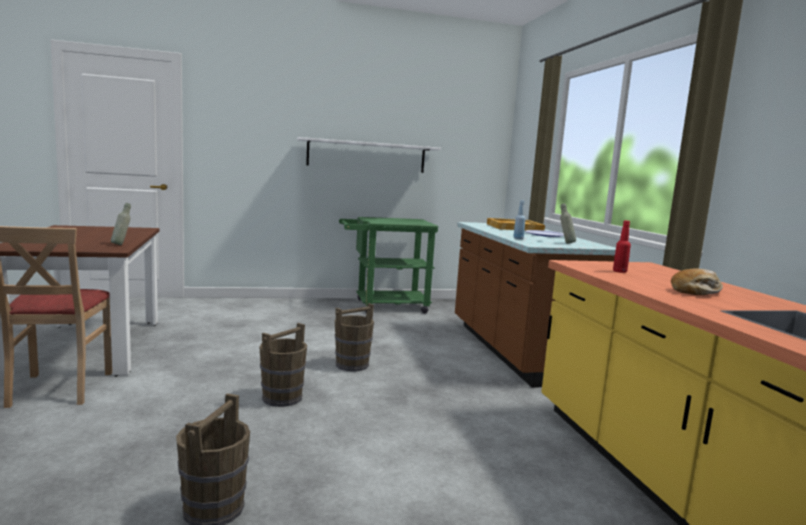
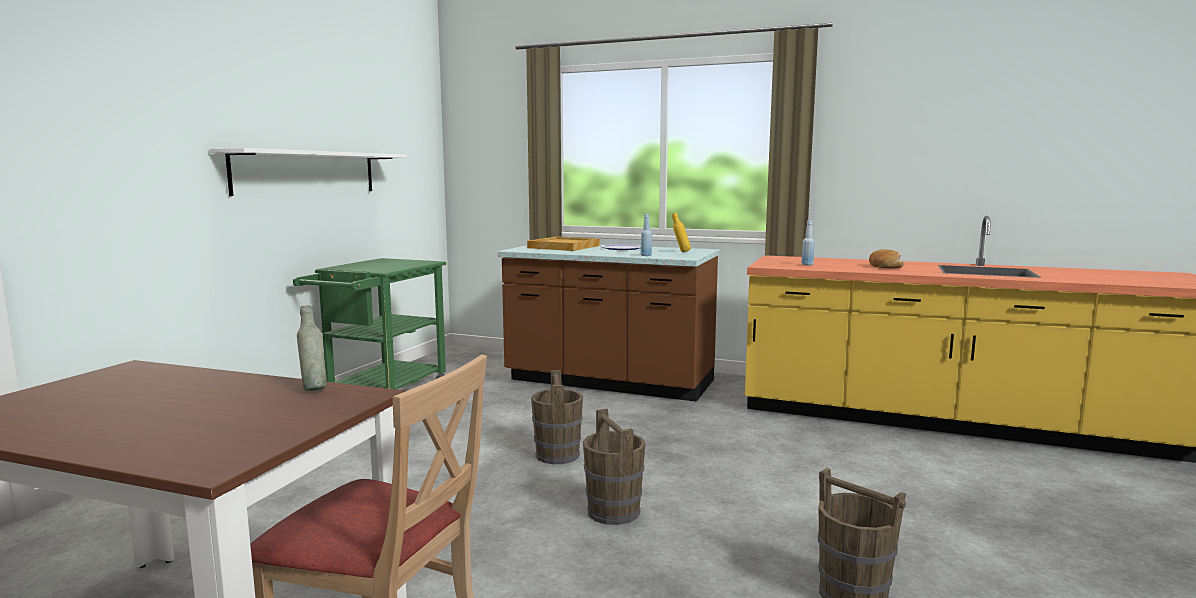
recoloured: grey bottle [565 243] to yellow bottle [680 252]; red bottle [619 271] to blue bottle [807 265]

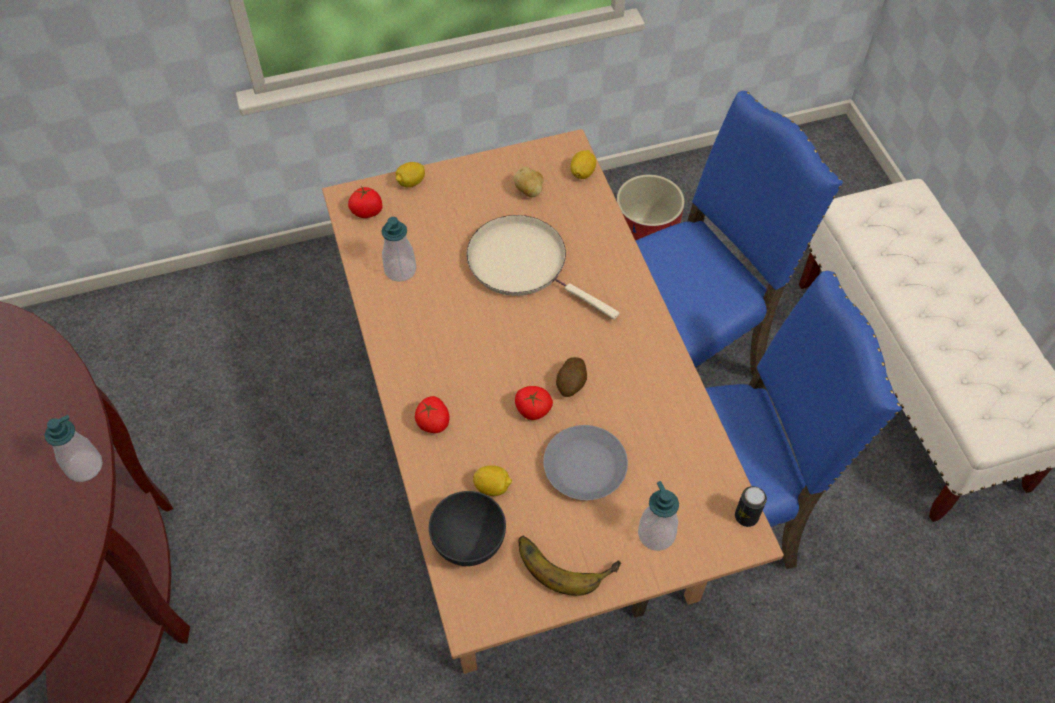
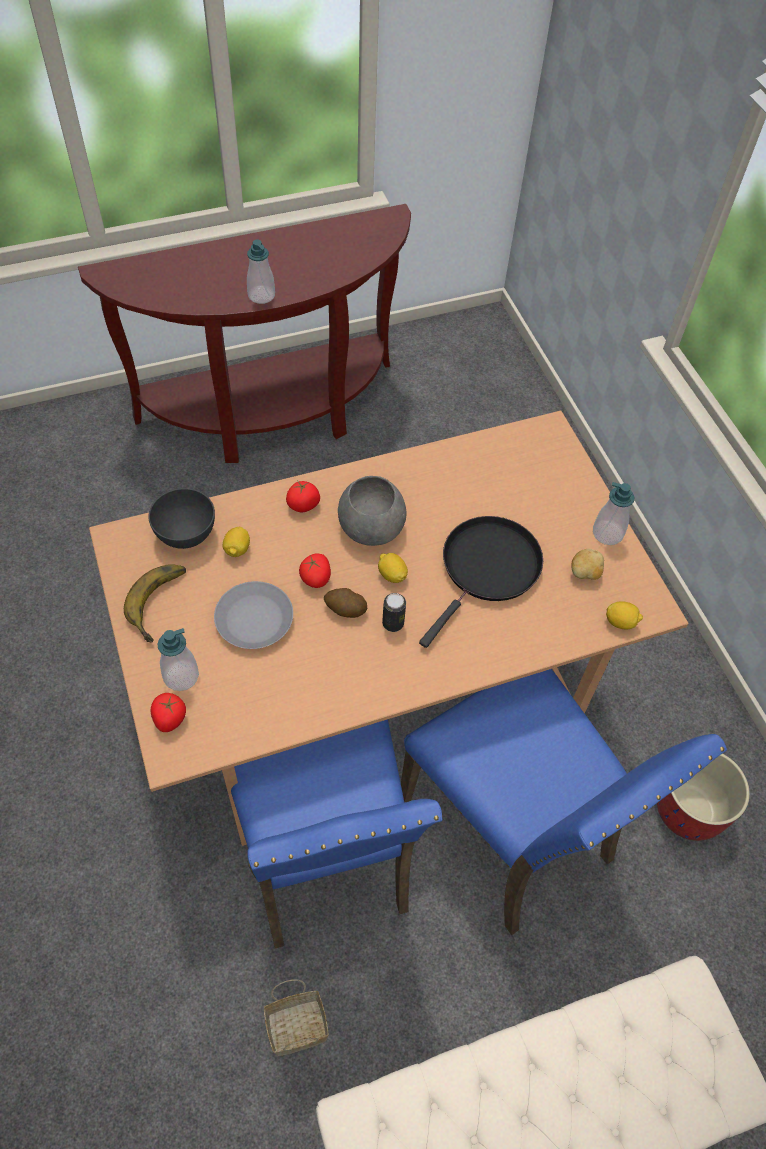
added: grey bowl [371 527]; basket [295 1029]
moved: lemon [411 182] to [392 575]; tomato [367 211] to [170 719]; soap dispenser [400 270] to [607 533]; can [746 516] to [393 623]
recoloured: beige frying pan [523 264] to black frying pan [487 569]

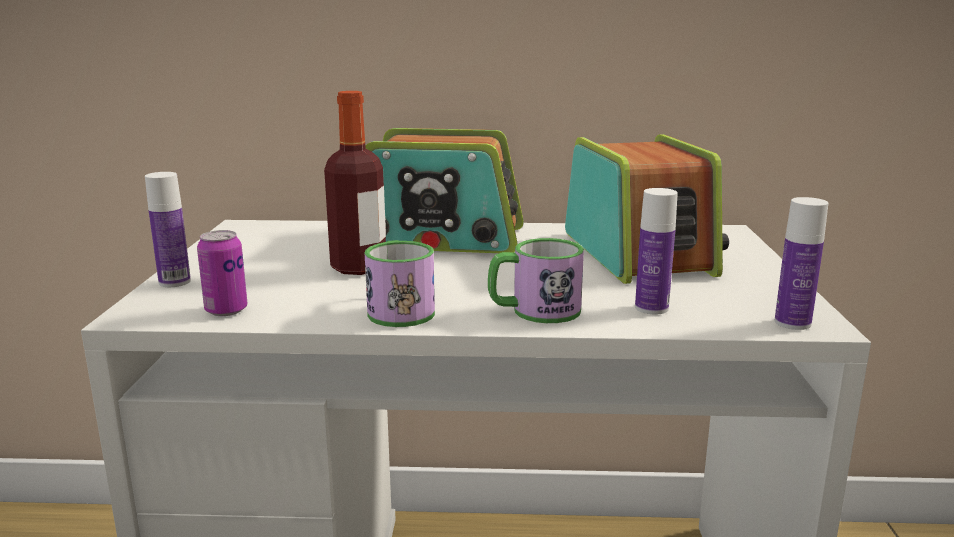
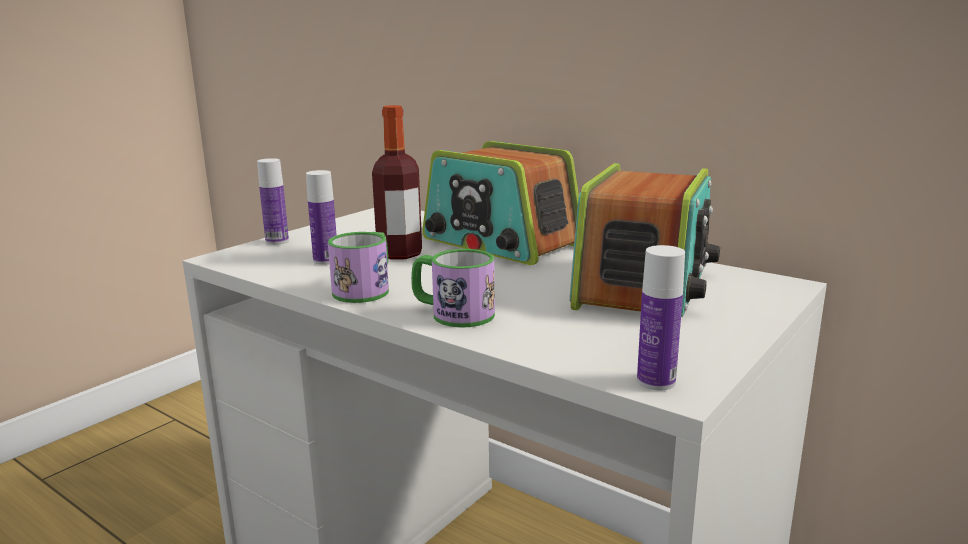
removed: can [226 310]
moved: bottle [651 308] to [325 260]

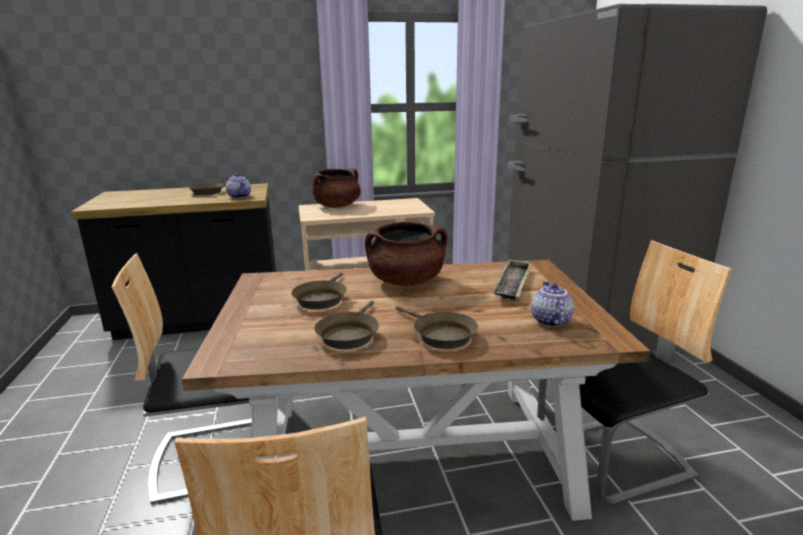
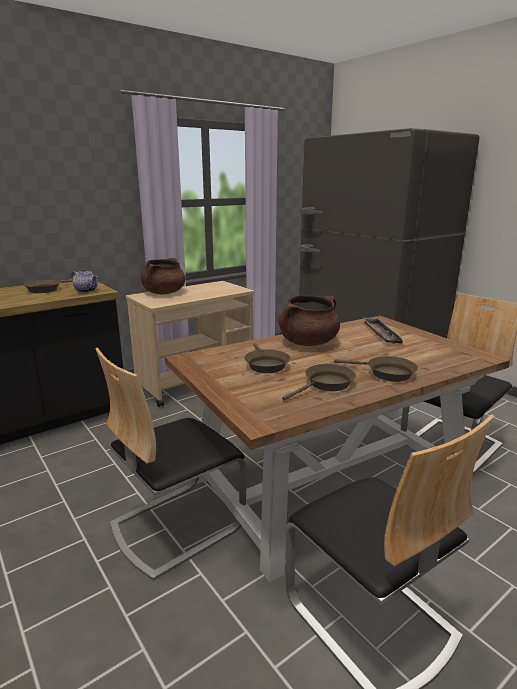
removed: teapot [549 321]
turned: brown frying pan [349 334] = [326 385] 120 degrees counterclockwise

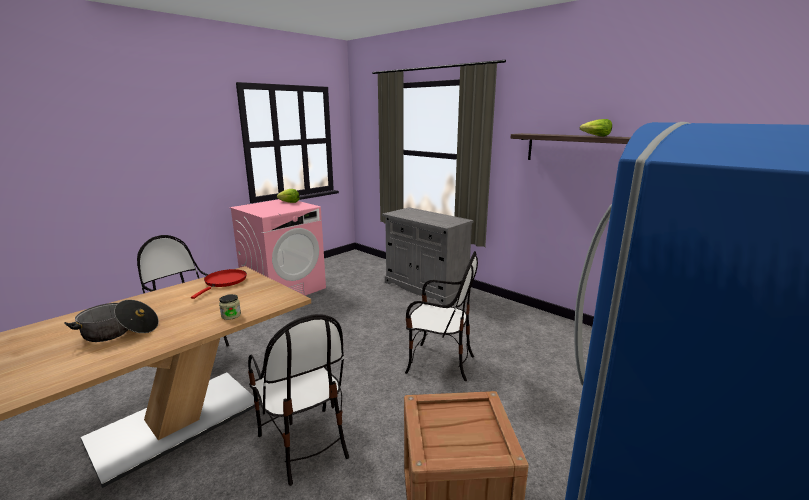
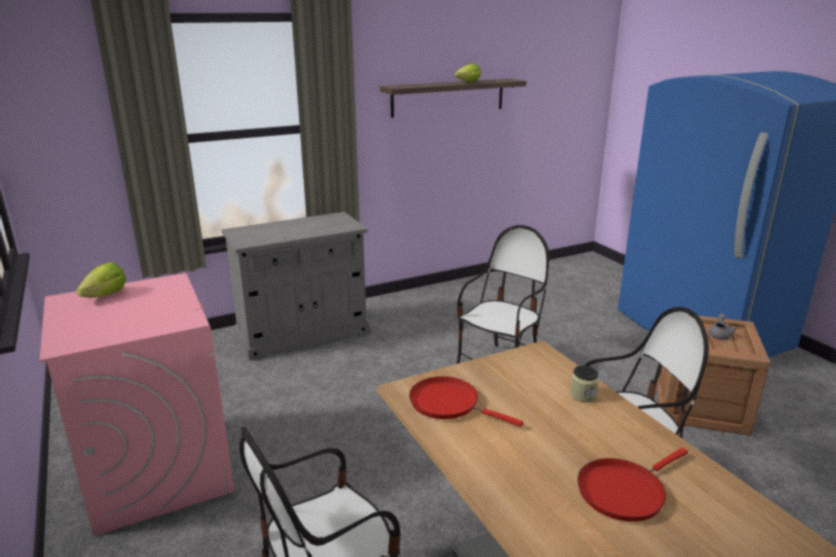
added: grey teapot [720 334]
replaced: cooking pot [119 332] to red frying pan [624 491]

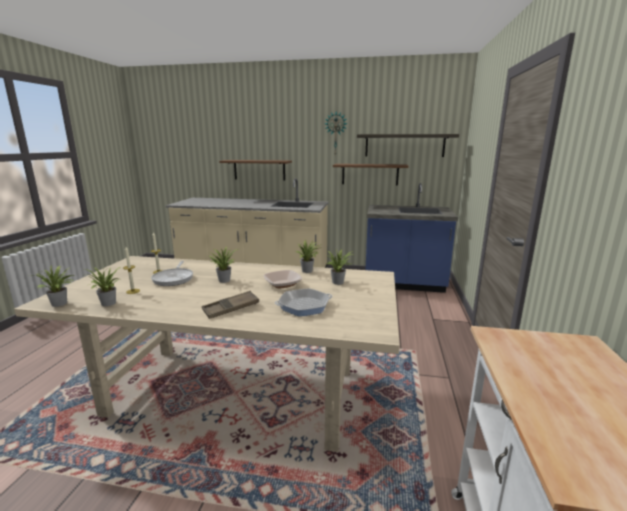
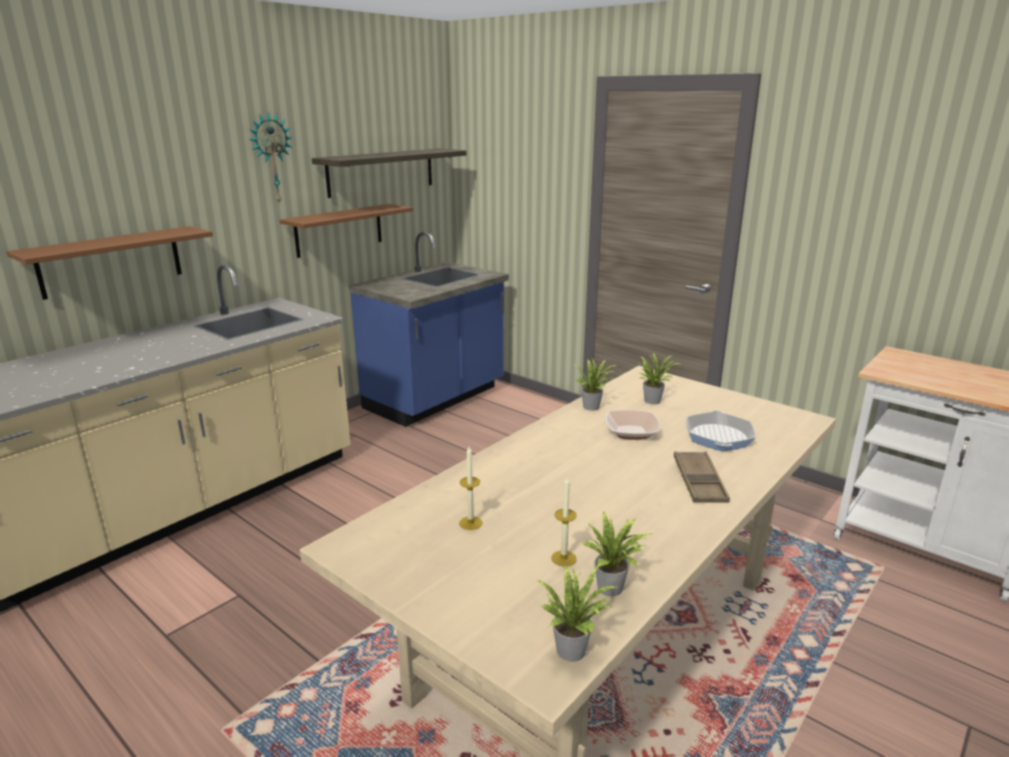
removed: potted plant [224 280]; frying pan [174 278]

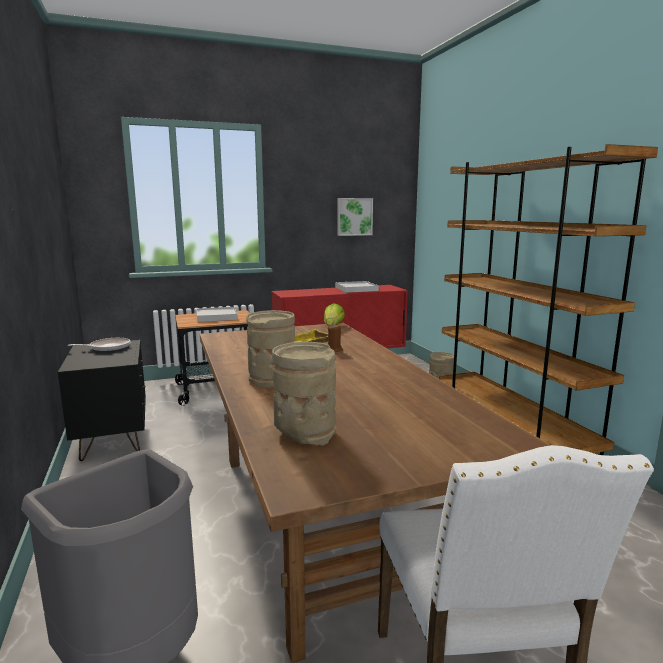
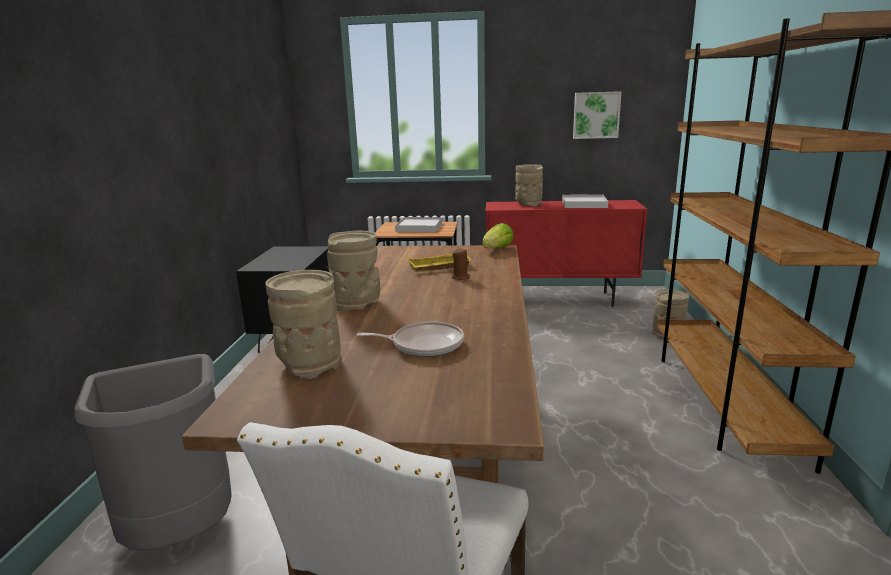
added: beige vase [528 204]
moved: frying pan [108 348] to [424 345]

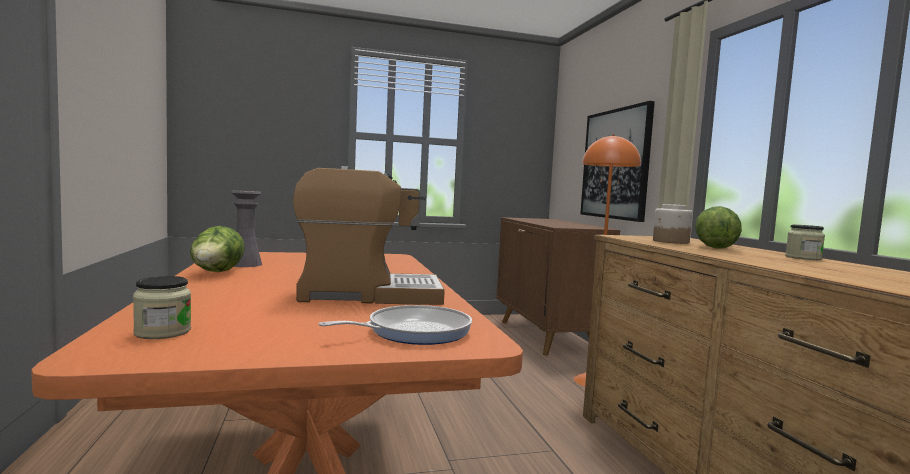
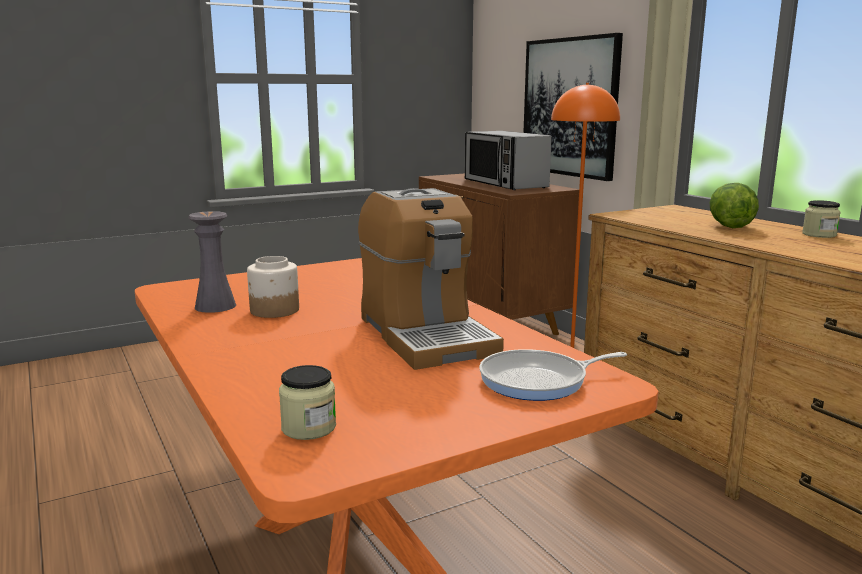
removed: lettuce [217 273]
added: microwave [504 184]
moved: jar [670 241] to [274 311]
turned: coffee machine [368 294] = [425 335] 90 degrees clockwise; frying pan [413 331] = [539 381] 150 degrees counterclockwise

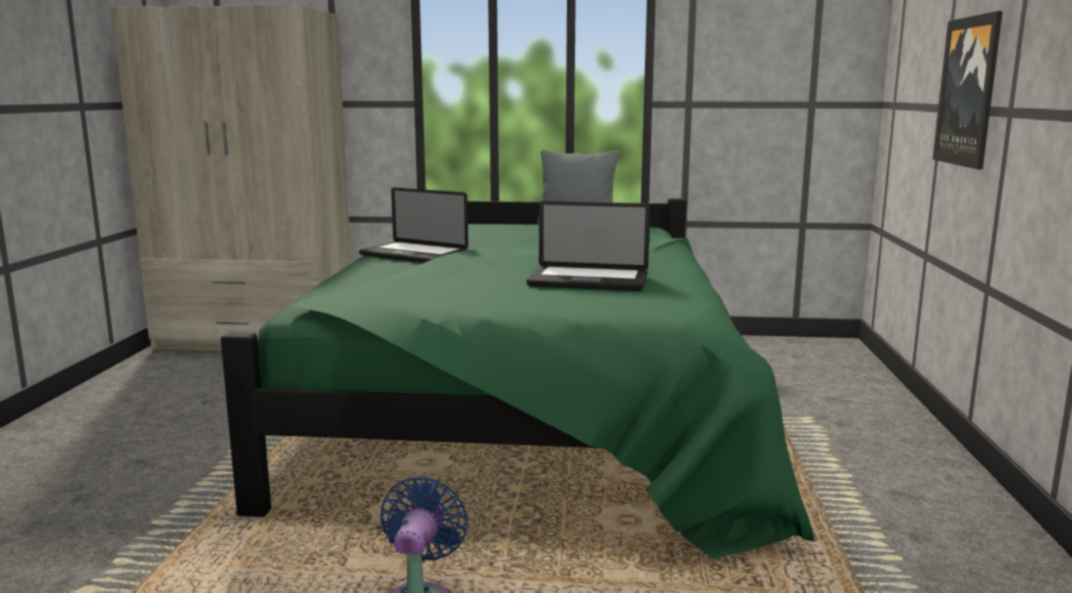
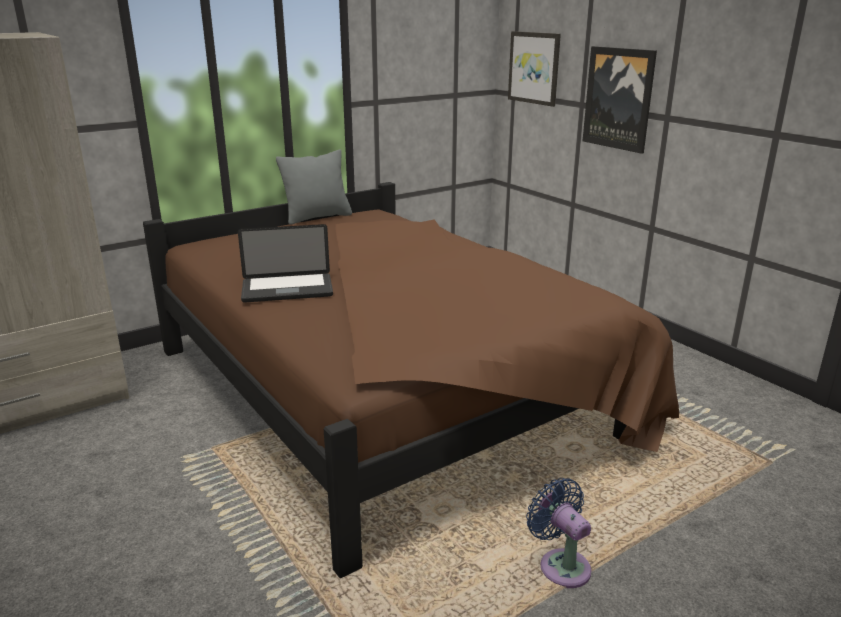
removed: laptop [588 281]
added: picture [534 68]
recoloured: green bed [531 412] to brown bed [393 390]

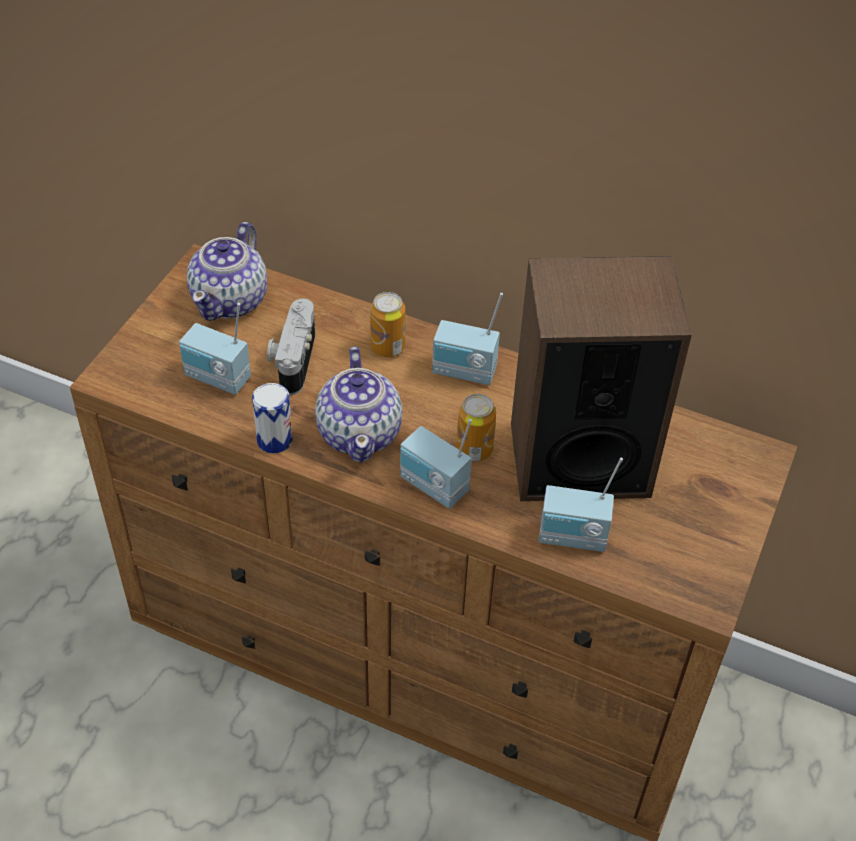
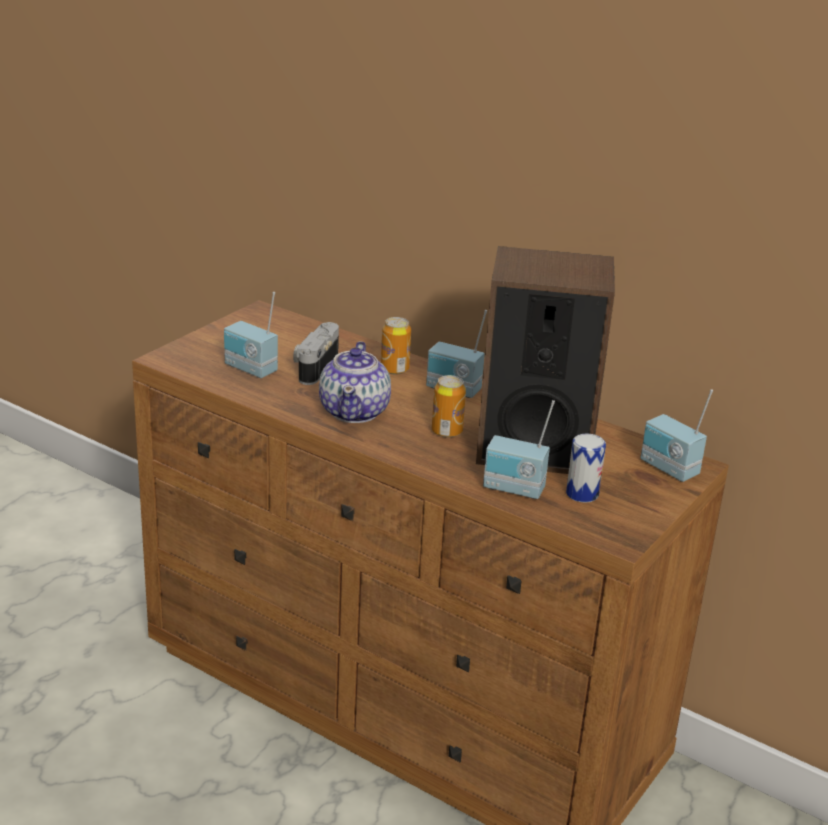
removed: teapot [231 300]
moved: can [275 440] to [582 494]; radio [432 487] to [668 469]

